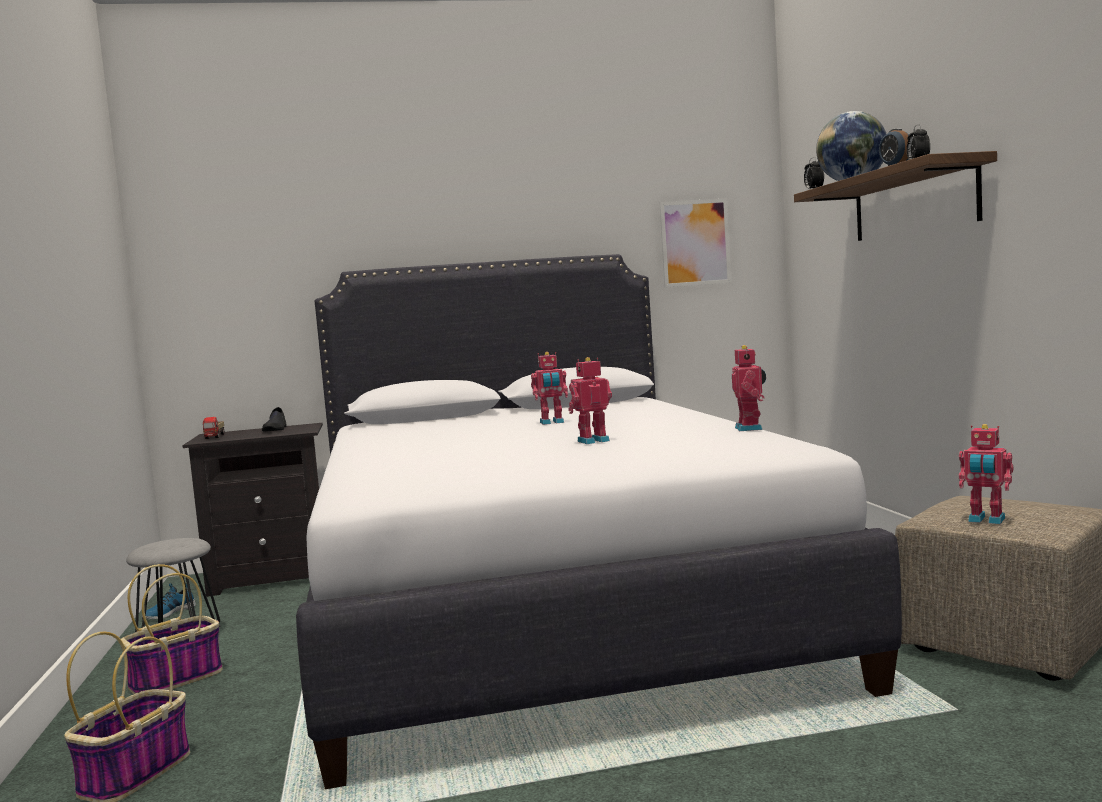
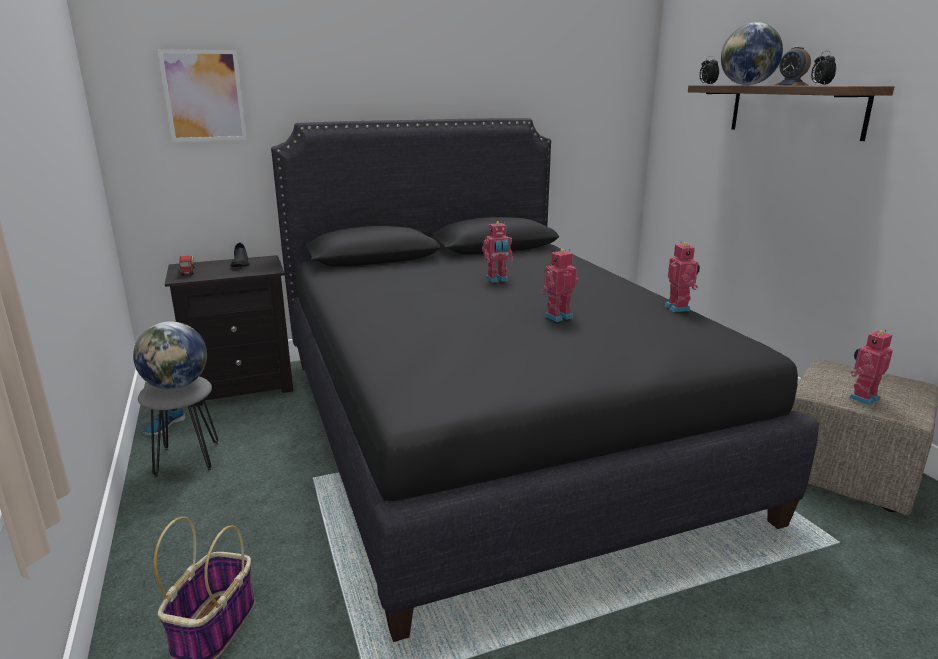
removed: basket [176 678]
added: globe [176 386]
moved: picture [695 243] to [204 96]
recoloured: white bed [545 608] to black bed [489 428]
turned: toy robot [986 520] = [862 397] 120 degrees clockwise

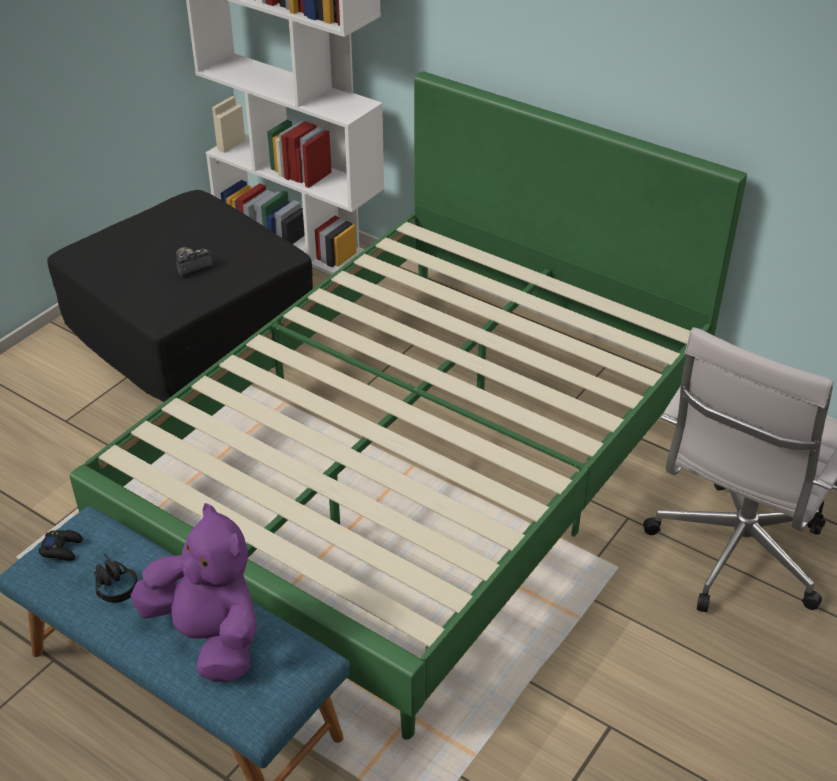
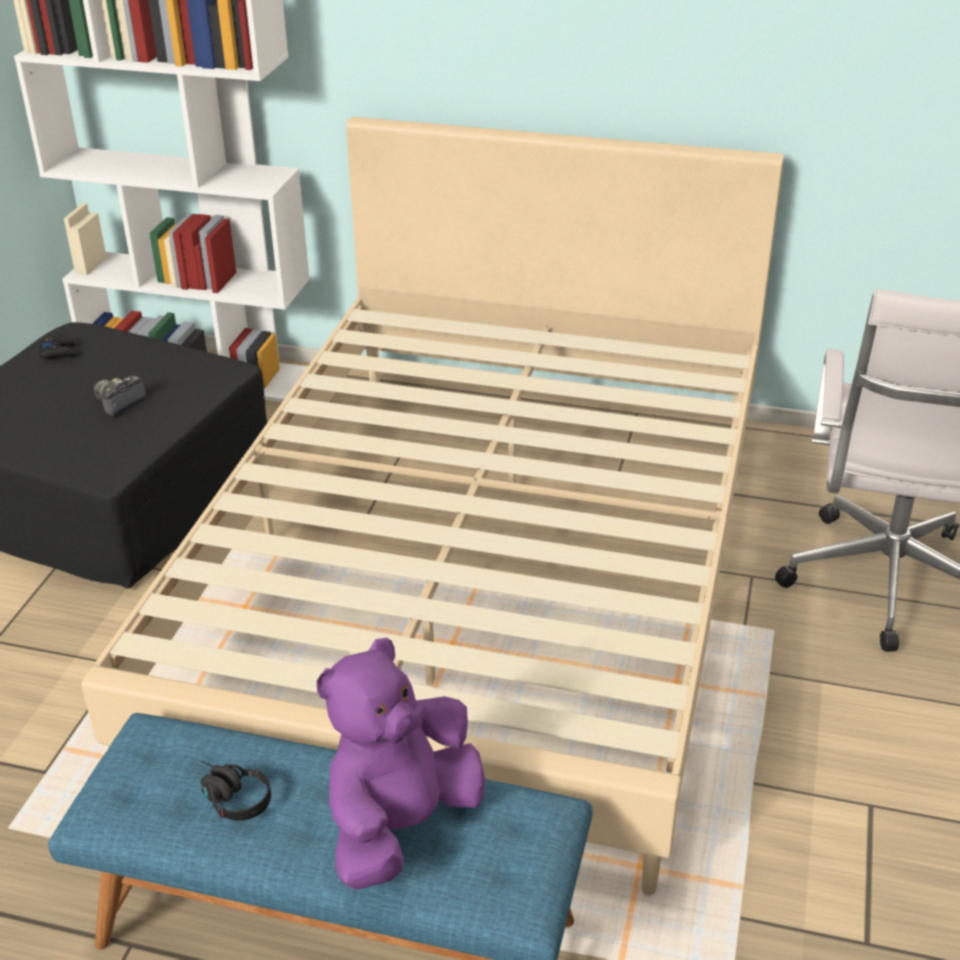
moved: black game controller [62 548] to [59 352]
recoloured: green bed [420 461] to beige bed [483 575]
turned: purple plush toy [209 636] = [400 824] 75 degrees counterclockwise

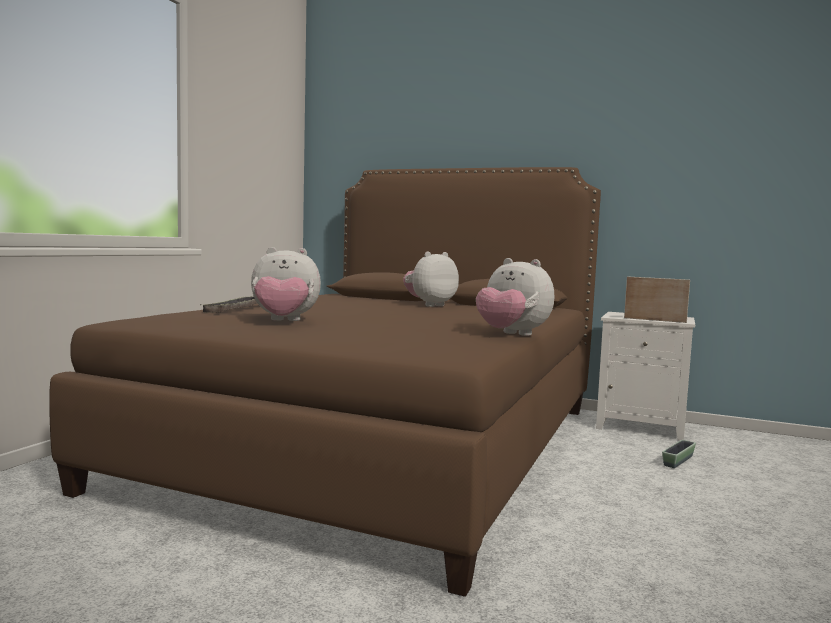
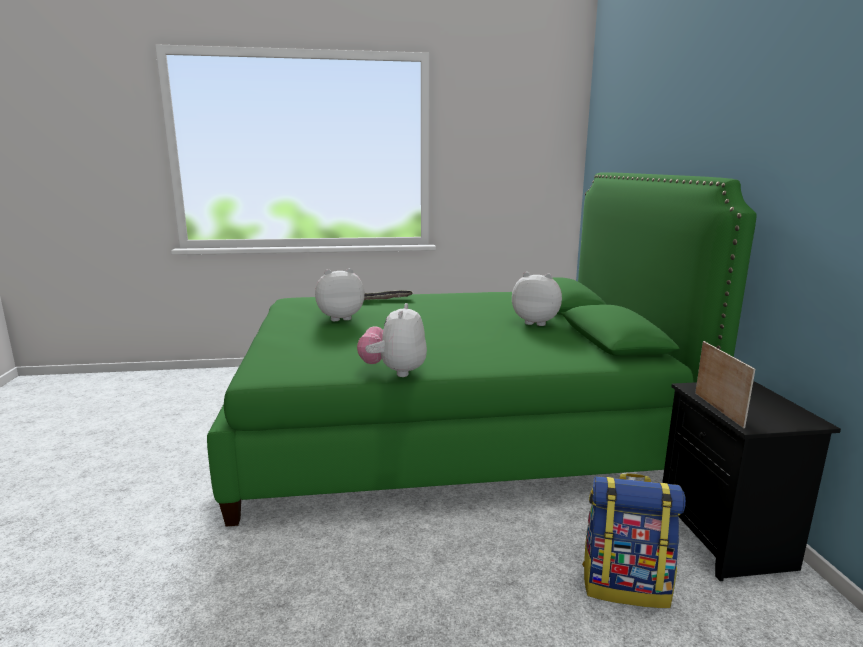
replaced: planter [678 461] to backpack [625 585]
recoloured: brown bed [381 443] to green bed [451 428]; white nightstand [642 426] to black nightstand [727 540]
turned: plush toy [284 321] = [339 318] 105 degrees clockwise

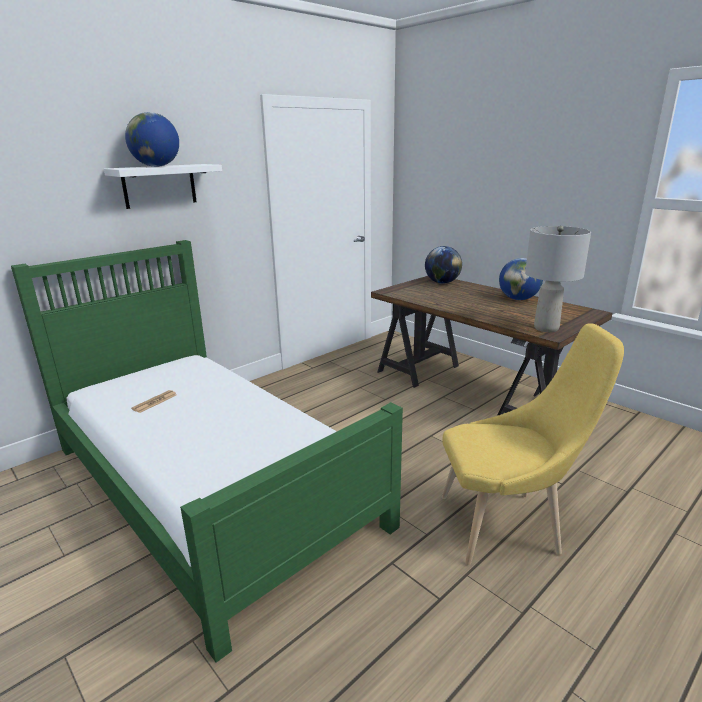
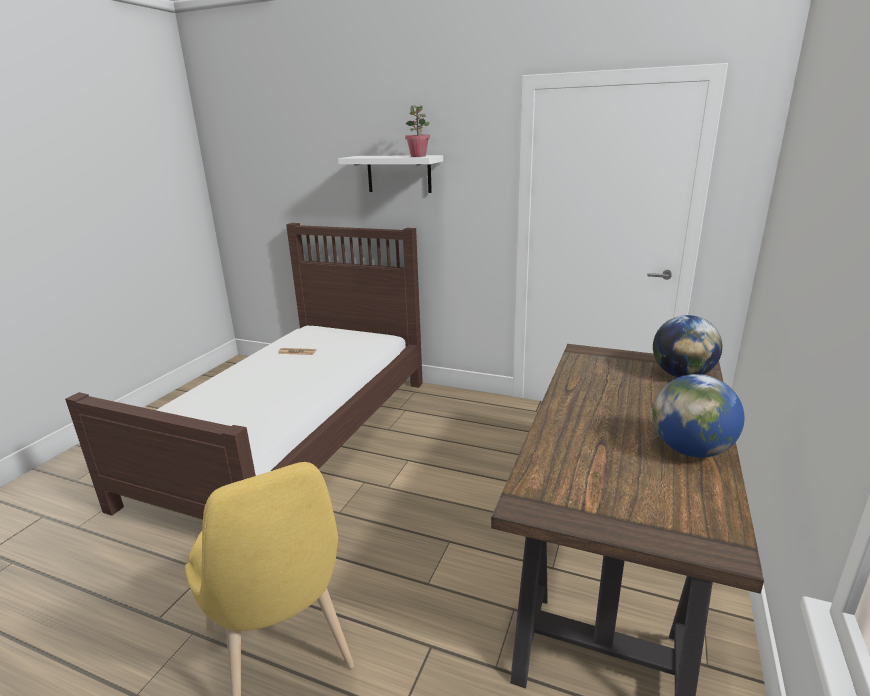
removed: globe [157 166]; grey table lamp [545 328]
added: potted plant [418 156]
recoloured: green bed [210 483] to brown bed [293 435]

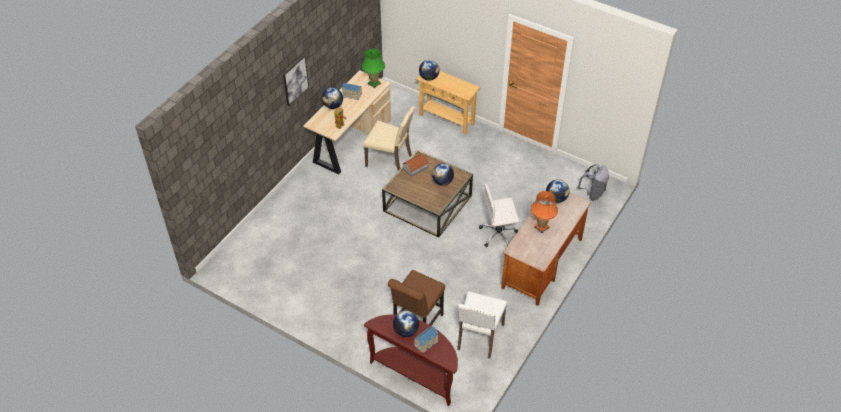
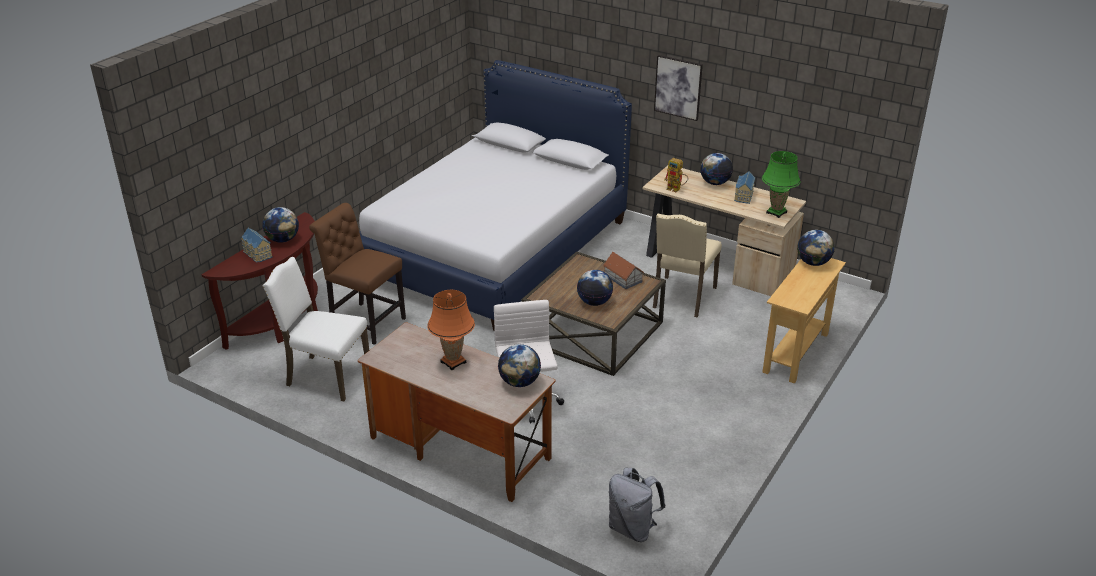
added: bed [494 248]

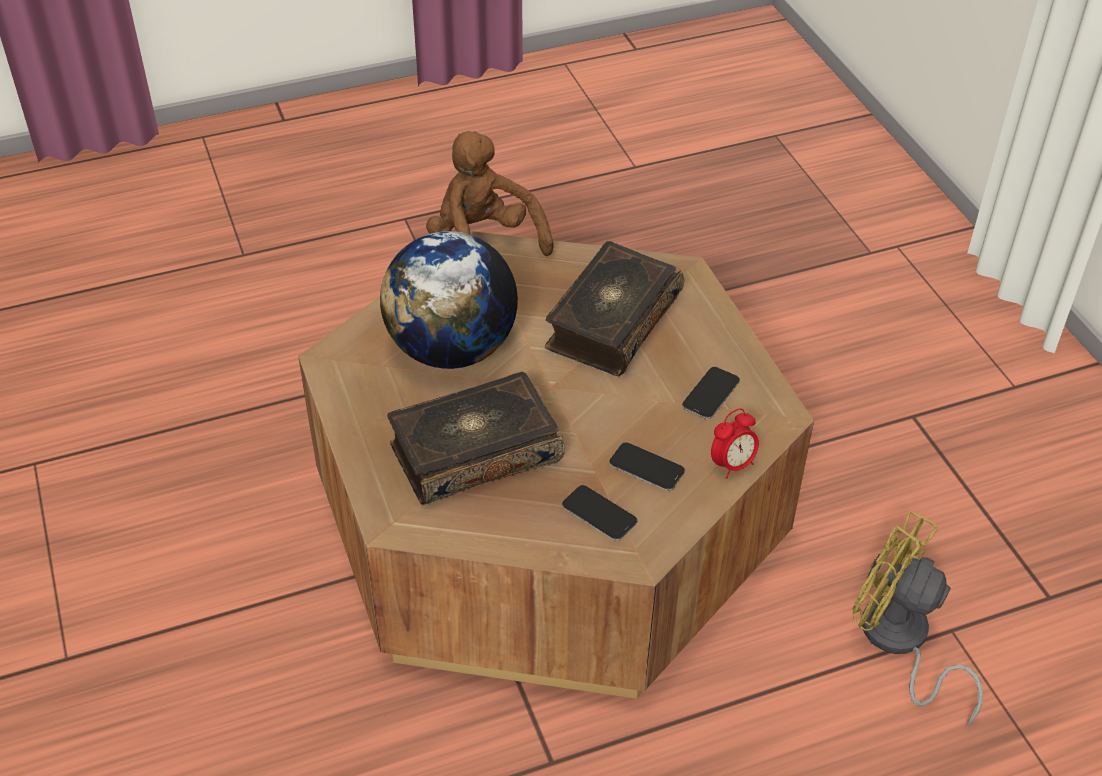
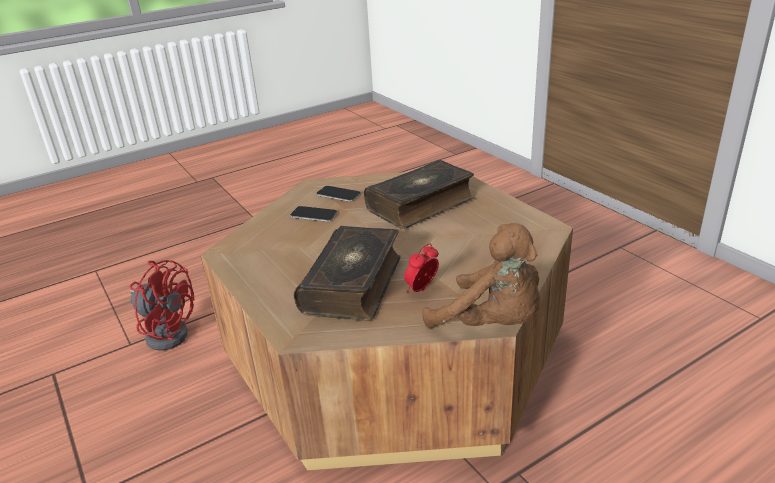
removed: globe [452 349]; phone [710 394]
moved: alarm clock [732 465] to [422 290]
recoloured: yellow fan [898 642] to red fan [167 332]

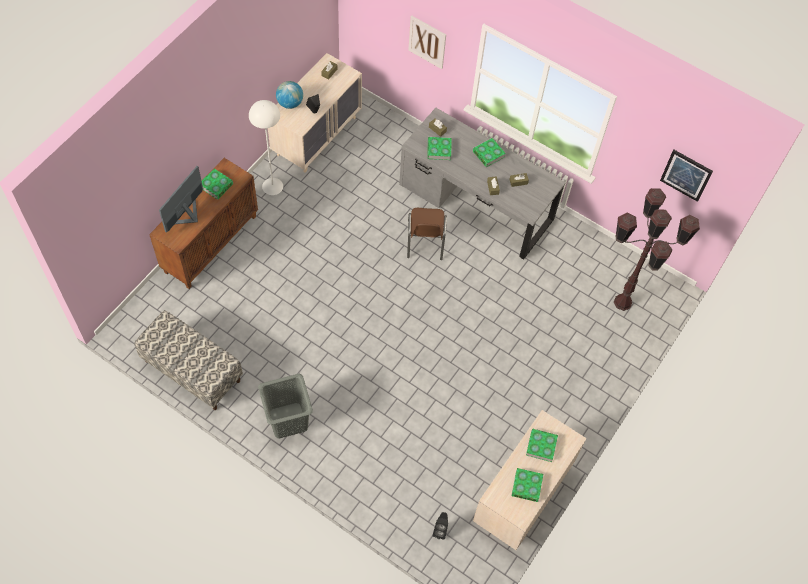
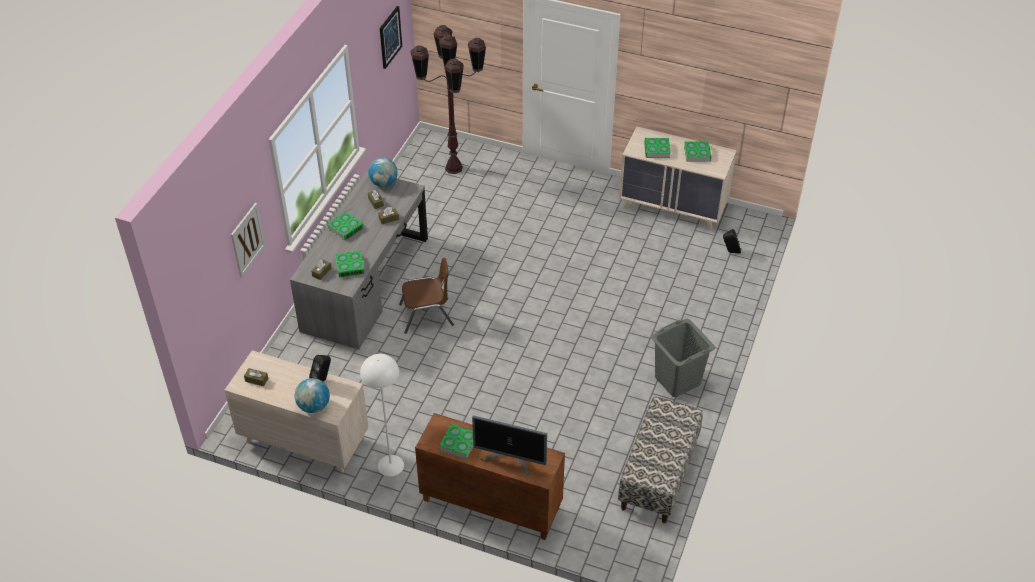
added: globe [384 183]

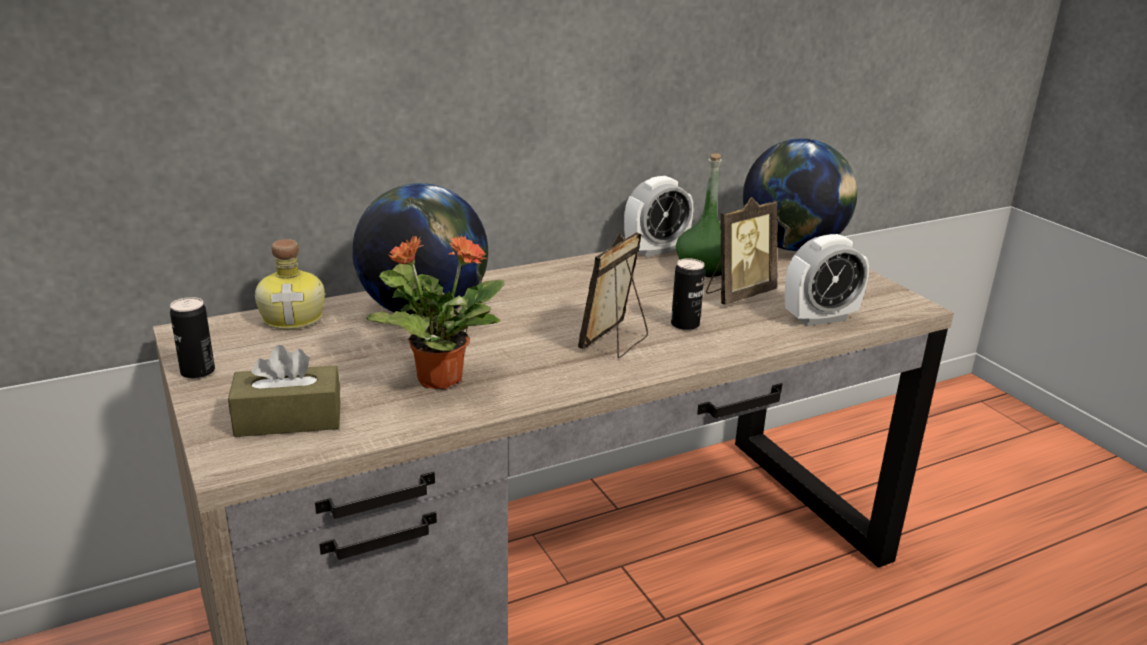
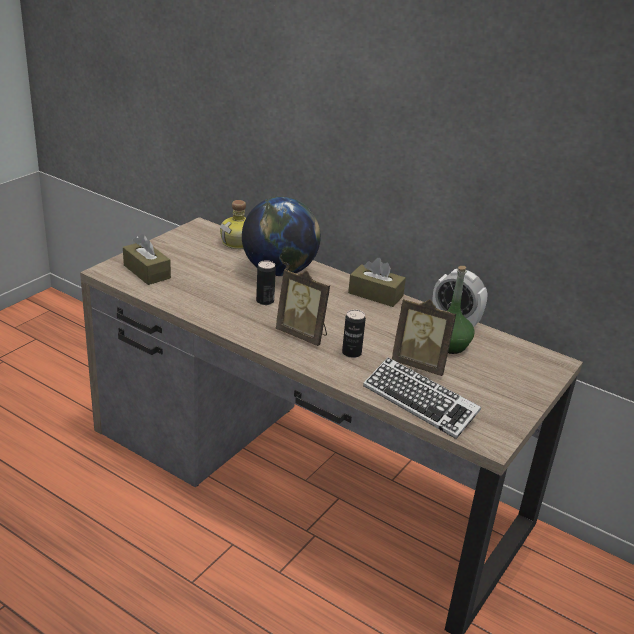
removed: globe [792 248]; potted plant [438 378]
added: brown tissue box [375 294]
moved: can [198 372] to [265 301]
replaced: alarm clock [820 318] to keyboard [420 403]
turned: picture frame [615 342] = [303 334] 150 degrees counterclockwise

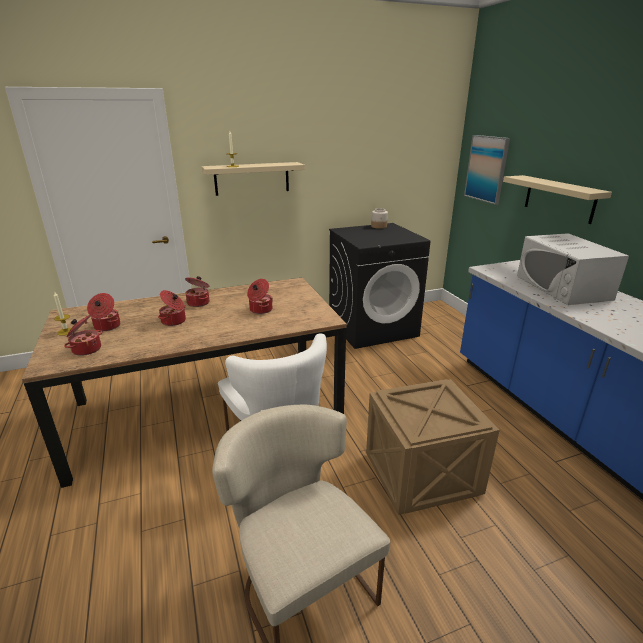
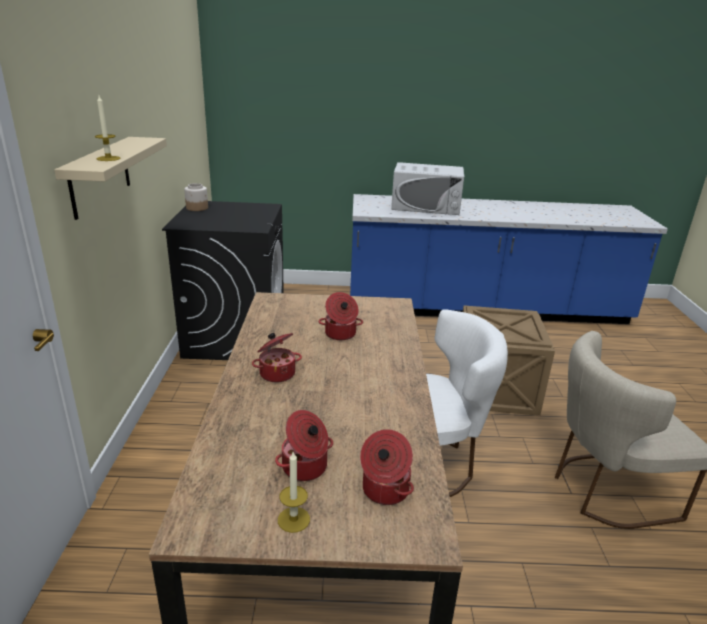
removed: picture [486 169]; beige shelf [559 198]; cooking pot [174 321]

